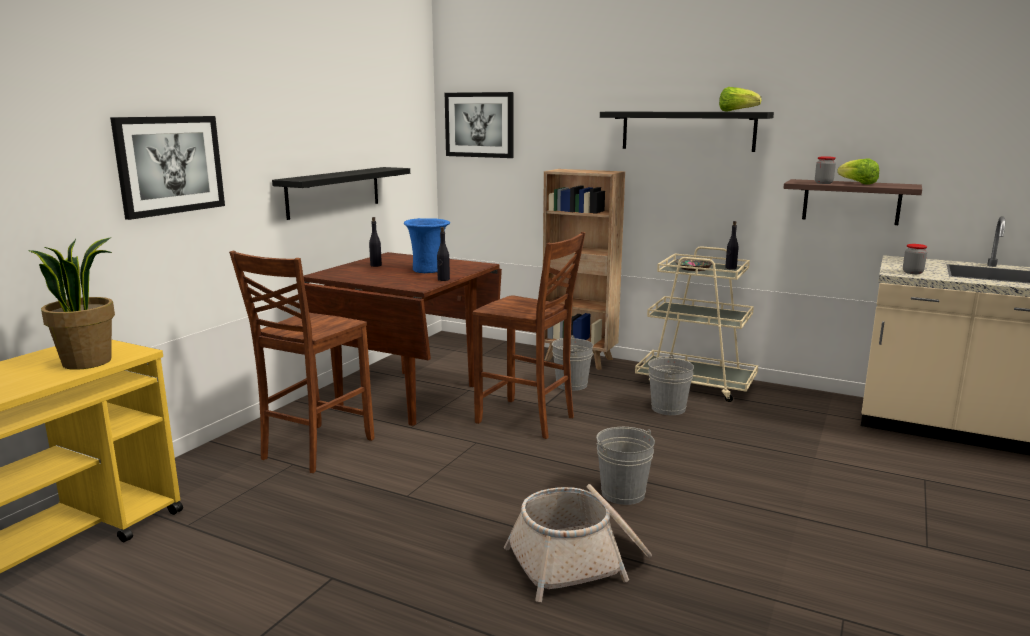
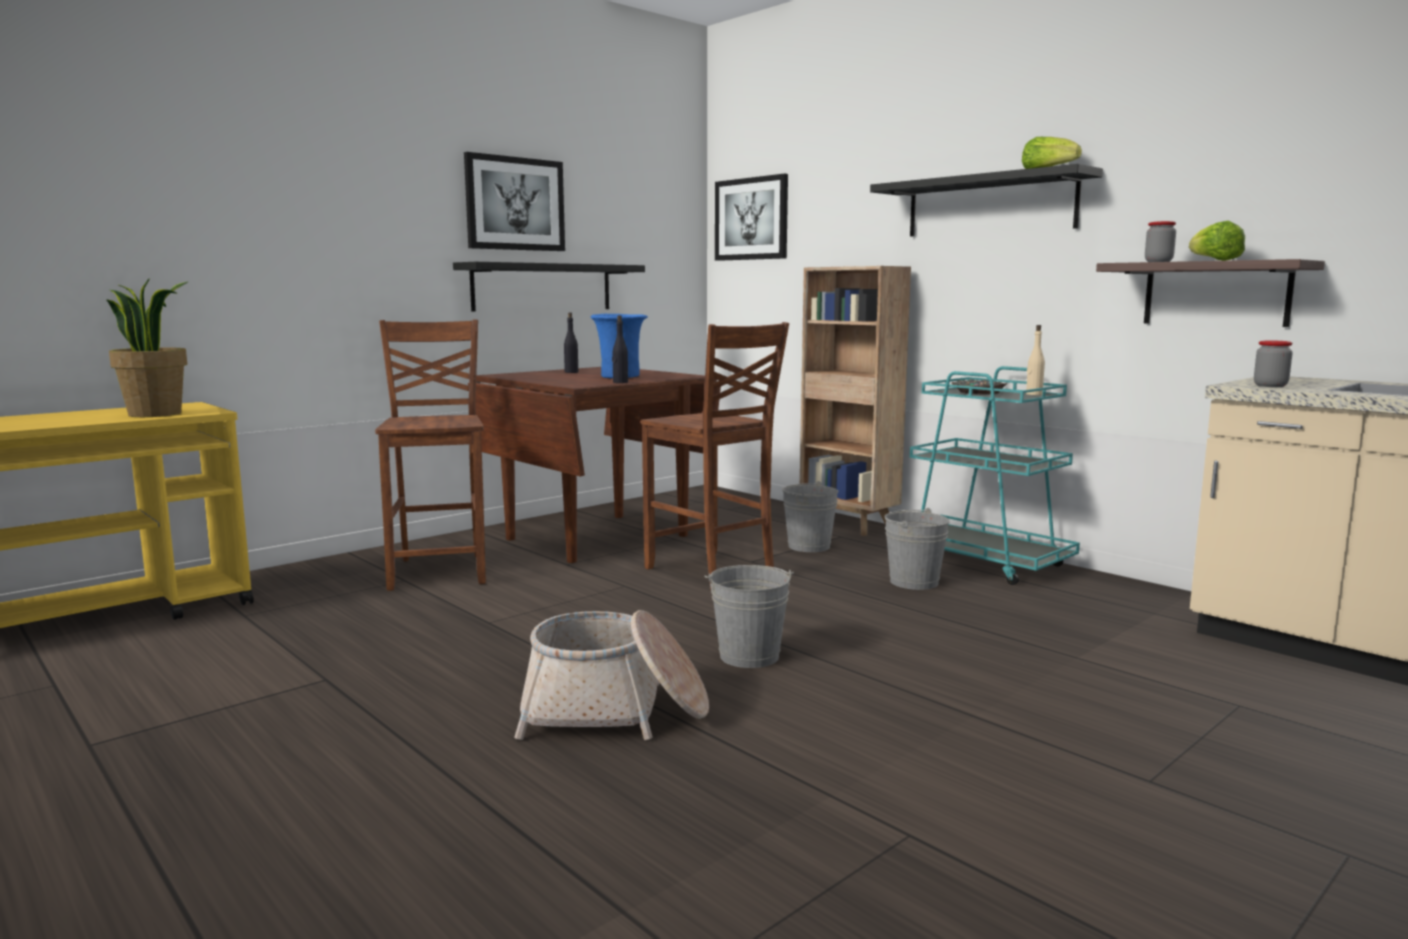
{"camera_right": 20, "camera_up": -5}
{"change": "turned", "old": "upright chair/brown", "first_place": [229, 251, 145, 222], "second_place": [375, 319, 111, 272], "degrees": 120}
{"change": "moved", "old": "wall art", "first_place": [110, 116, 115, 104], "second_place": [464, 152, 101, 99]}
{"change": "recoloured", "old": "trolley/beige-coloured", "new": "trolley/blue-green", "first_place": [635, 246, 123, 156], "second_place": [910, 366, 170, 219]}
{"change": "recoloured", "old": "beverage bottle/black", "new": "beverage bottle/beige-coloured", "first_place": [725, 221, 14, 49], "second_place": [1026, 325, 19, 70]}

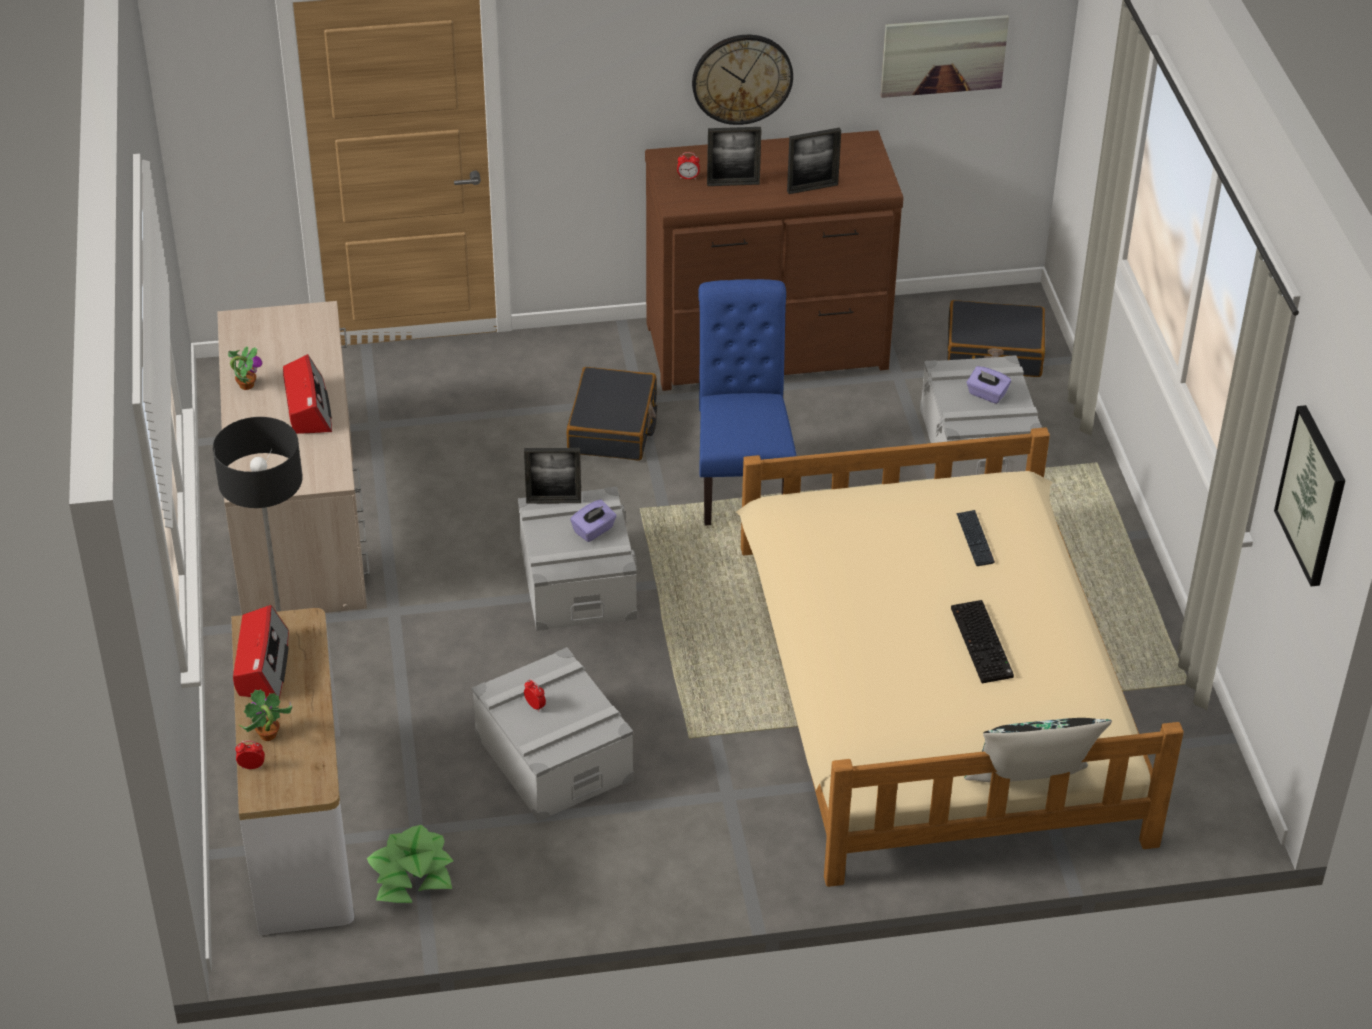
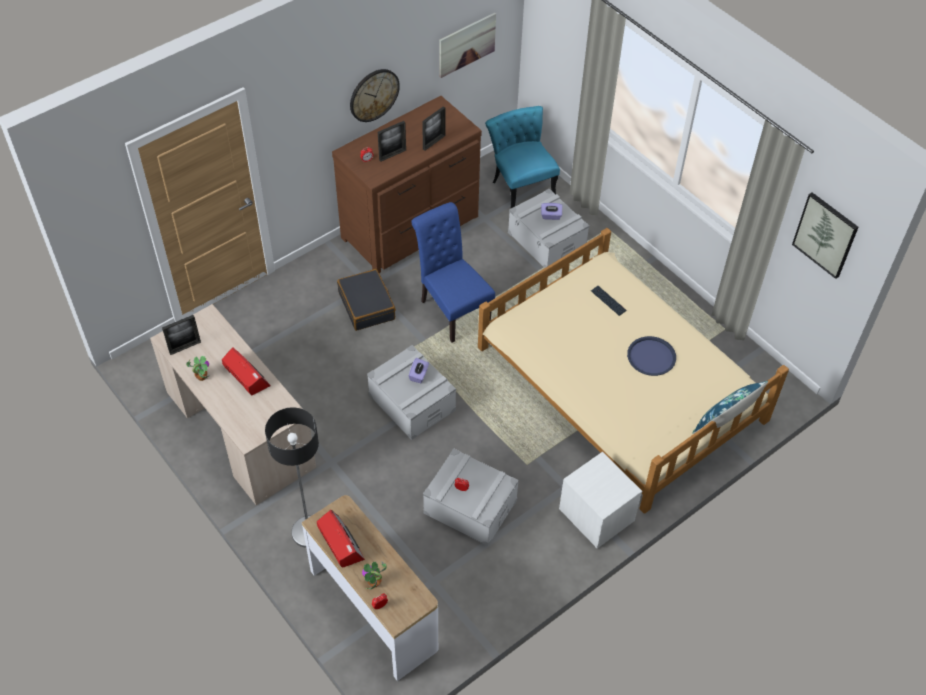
{"camera_right": -30, "camera_up": 10}
{"change": "moved", "old": "photo frame", "first_place": [524, 448, 57, 56], "second_place": [162, 315, 39, 40]}
{"change": "replaced", "old": "piece of luggage/black", "new": "upright chair/blue-green", "first_place": [947, 300, 98, 77], "second_place": [485, 106, 75, 102]}
{"change": "added", "new": "bedside table/whitish", "second_place": [559, 452, 83, 97]}
{"change": "replaced", "old": "keyboard", "new": "serving tray/bluish", "first_place": [951, 600, 63, 83], "second_place": [627, 336, 49, 40]}
{"change": "recoloured", "old": "cushion/black", "new": "cushion/bluish", "first_place": [964, 718, 148, 64], "second_place": [692, 381, 76, 53]}
{"change": "removed", "old": "plant in a pot", "first_place": [367, 825, 86, 78]}

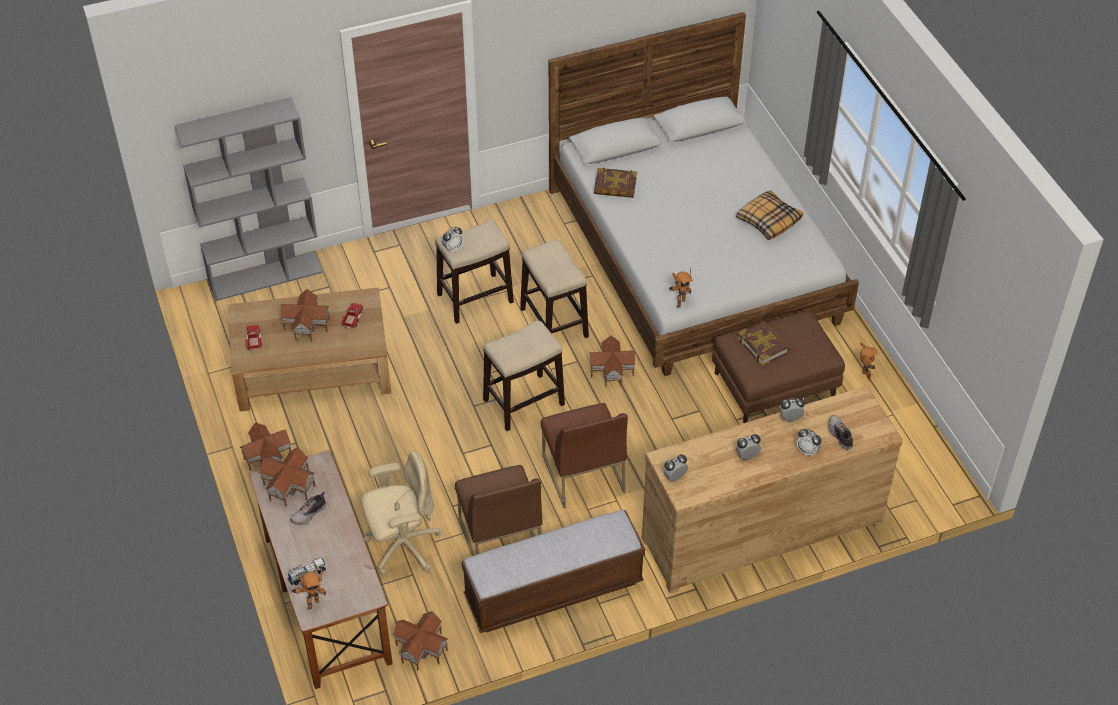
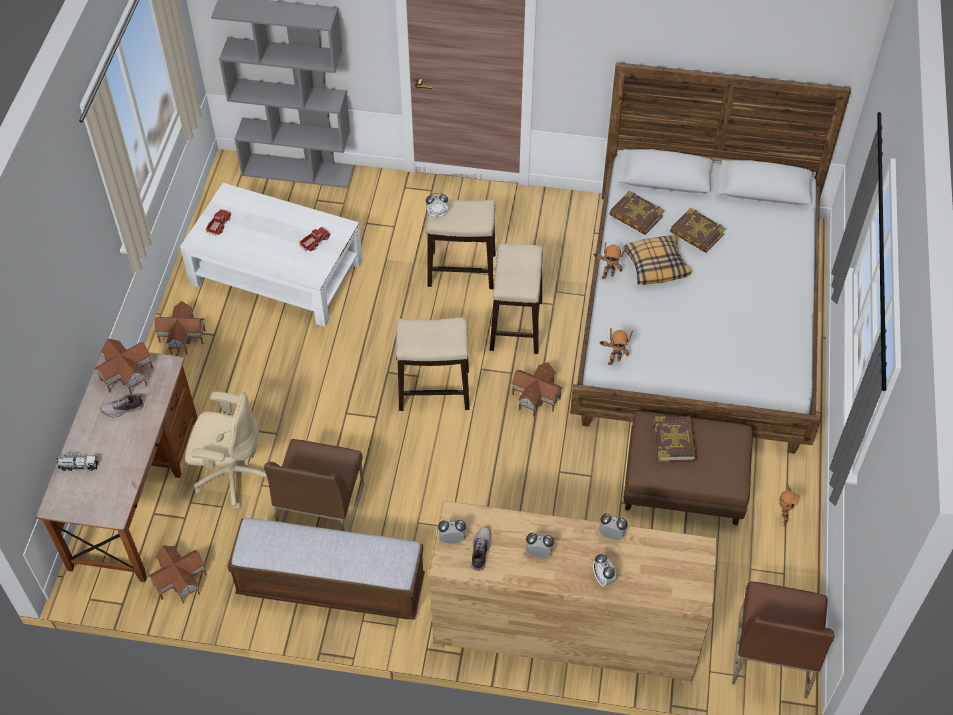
{"camera_right": 30, "camera_up": 5}
{"change": "recoloured", "old": "coffee table/brown", "new": "coffee table/whitish", "first_place": [228, 287, 163, 125], "second_place": [180, 183, 183, 144]}
{"change": "moved", "old": "item of footwear", "first_place": [828, 415, 25, 35], "second_place": [471, 527, 21, 44]}
{"change": "moved", "old": "toy robot", "first_place": [292, 568, 34, 42], "second_place": [594, 242, 33, 37]}
{"change": "moved", "old": "cushion", "first_place": [736, 190, 67, 50], "second_place": [624, 236, 67, 49]}
{"change": "added", "new": "book", "second_place": [670, 208, 56, 45]}
{"change": "moved", "old": "upright chair/brown", "first_place": [541, 403, 87, 105], "second_place": [732, 581, 103, 118]}
{"change": "removed", "old": "miniature house", "first_place": [280, 289, 50, 53]}

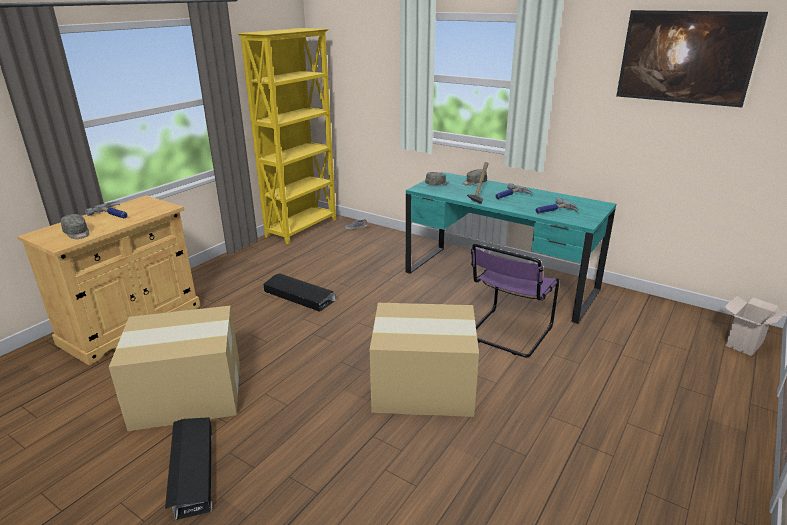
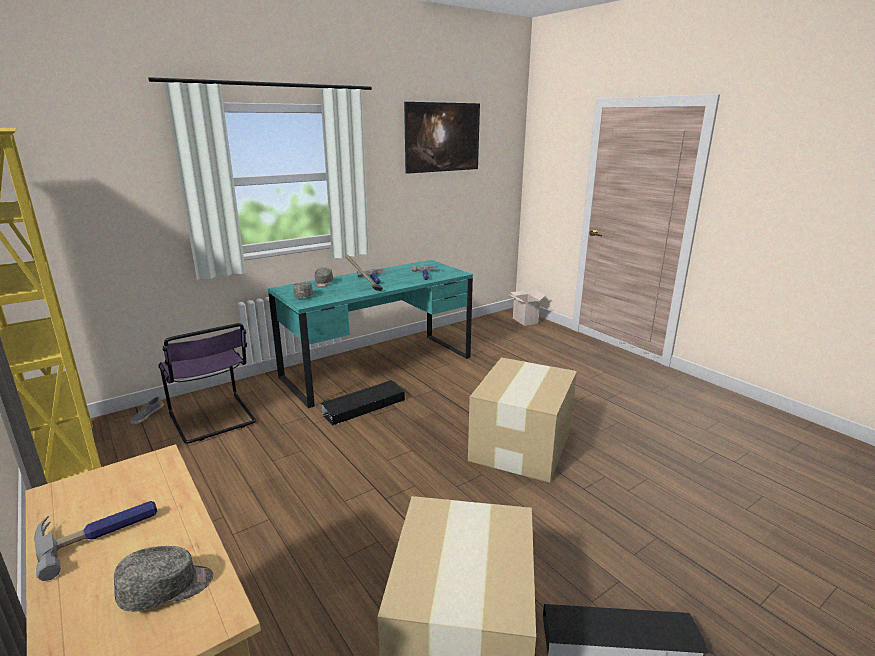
{"camera_right": -70, "camera_up": -5}
{"change": "moved", "old": "upright chair/purple", "first_place": [471, 244, 88, 113], "second_place": [159, 323, 97, 121]}
{"change": "moved", "old": "storage box/black", "first_place": [263, 273, 72, 39], "second_place": [320, 380, 85, 46]}

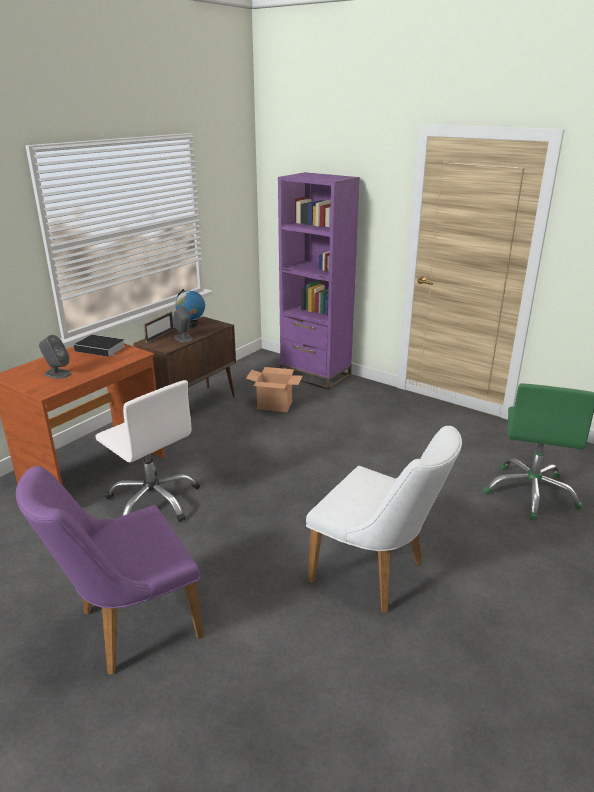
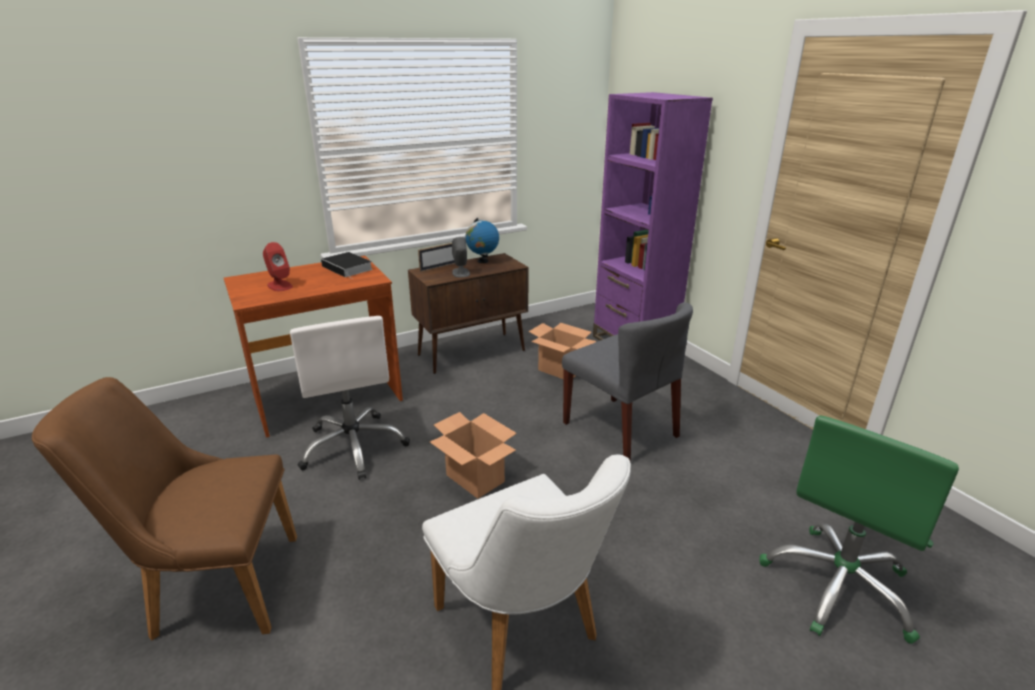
{"camera_right": 25, "camera_up": 0}
{"change": "recoloured", "old": "upright chair/purple", "new": "upright chair/brown", "first_place": [16, 466, 188, 209], "second_place": [32, 377, 265, 264]}
{"change": "recoloured", "old": "loudspeaker/gray", "new": "loudspeaker/red-coloured", "first_place": [39, 335, 32, 44], "second_place": [263, 242, 30, 49]}
{"change": "added", "new": "packing box", "second_place": [430, 412, 87, 87]}
{"change": "added", "new": "upright chair/gray", "second_place": [562, 302, 131, 161]}

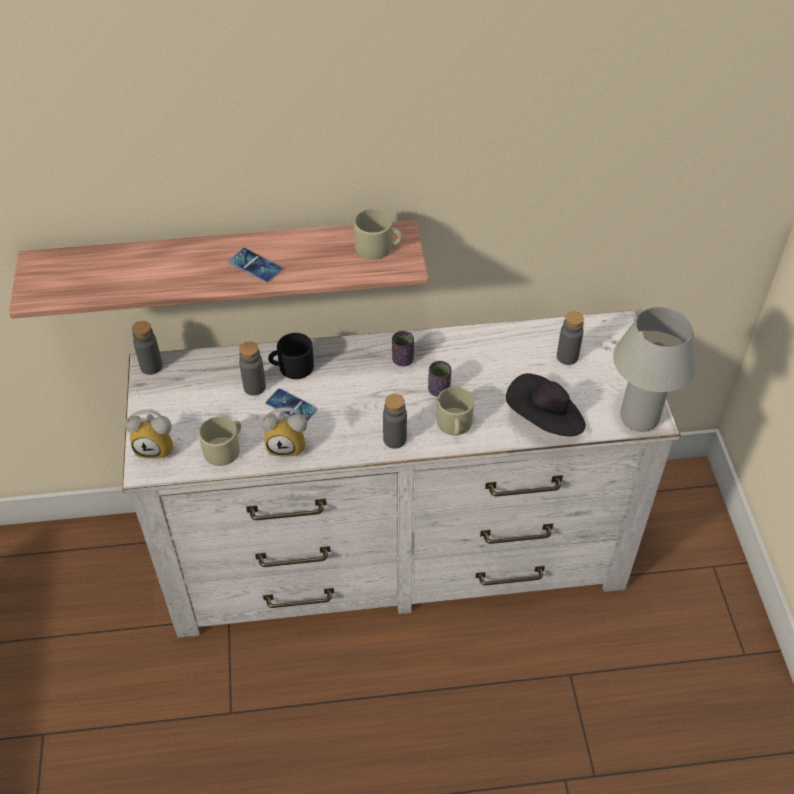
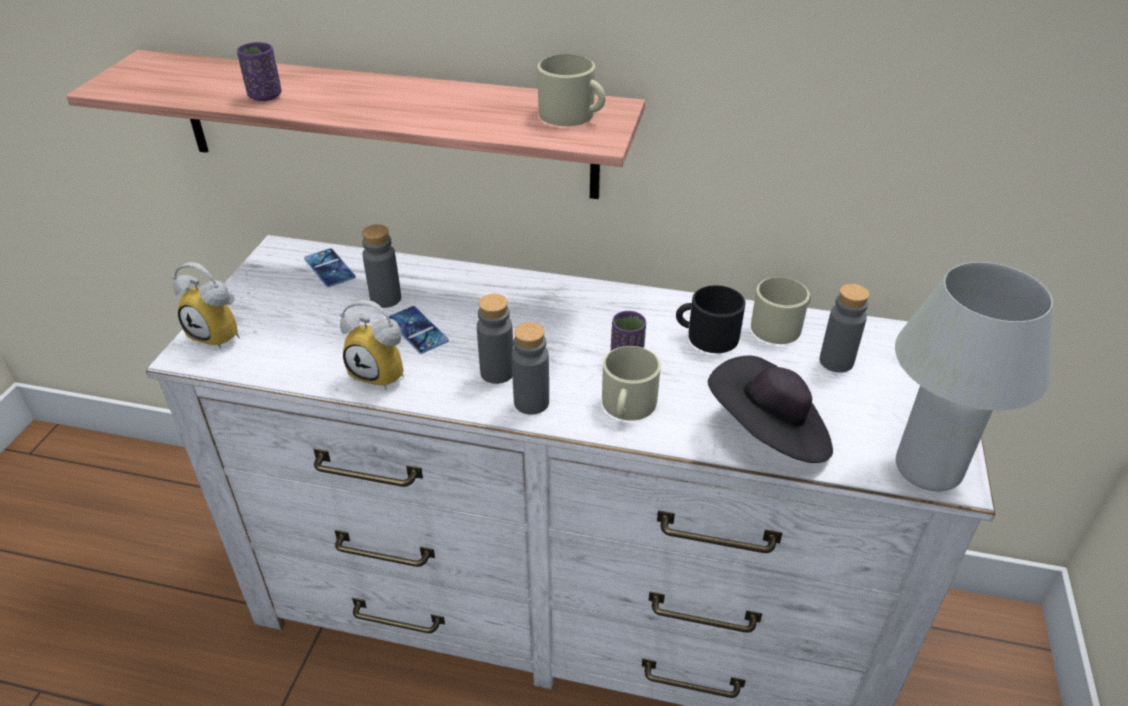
{"camera_right": 20, "camera_up": -10}
{"change": "moved", "old": "small cup/purple", "first_place": [392, 331, 22, 35], "second_place": [237, 42, 45, 59]}
{"change": "moved", "old": "handset", "first_place": [229, 248, 54, 34], "second_place": [304, 248, 52, 39]}
{"change": "moved", "old": "beverage bottle/gray", "first_place": [132, 321, 30, 54], "second_place": [477, 294, 36, 90]}
{"change": "moved", "old": "coffee mug/black", "first_place": [268, 333, 46, 46], "second_place": [676, 285, 70, 68]}
{"change": "moved", "old": "coffee mug/beige-coloured", "first_place": [198, 416, 43, 50], "second_place": [751, 277, 60, 67]}

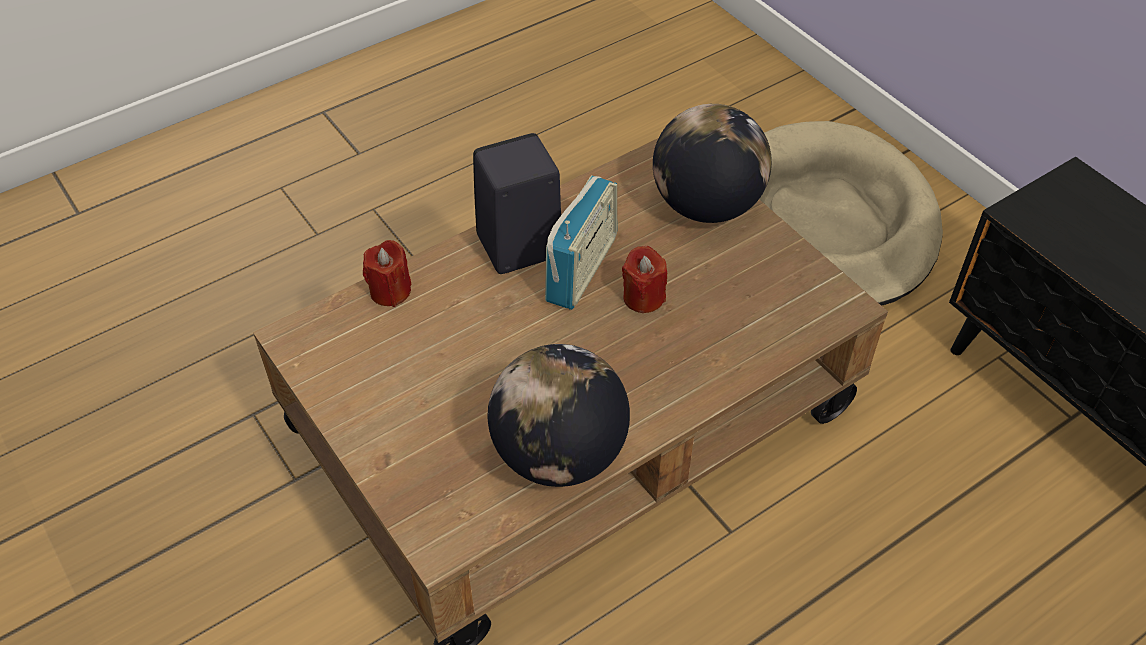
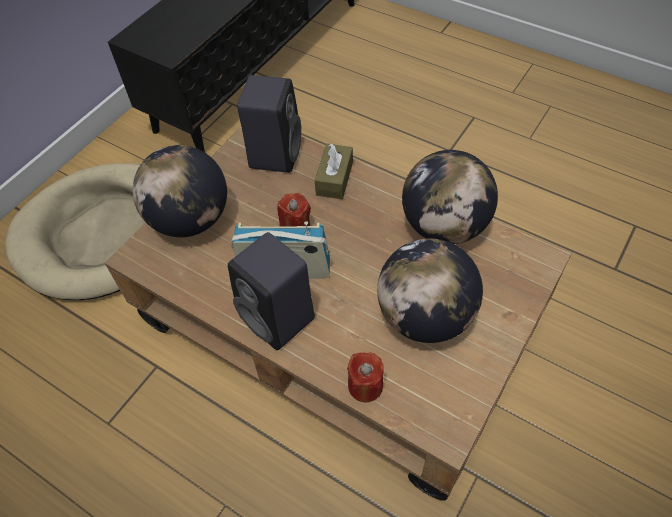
{"camera_right": -110, "camera_up": 5}
{"change": "added", "new": "loudspeaker/black", "second_place": [237, 75, 64, 98]}
{"change": "added", "new": "box of tissues/brown", "second_place": [315, 144, 38, 55]}
{"change": "added", "new": "world globe", "second_place": [377, 238, 106, 105]}

